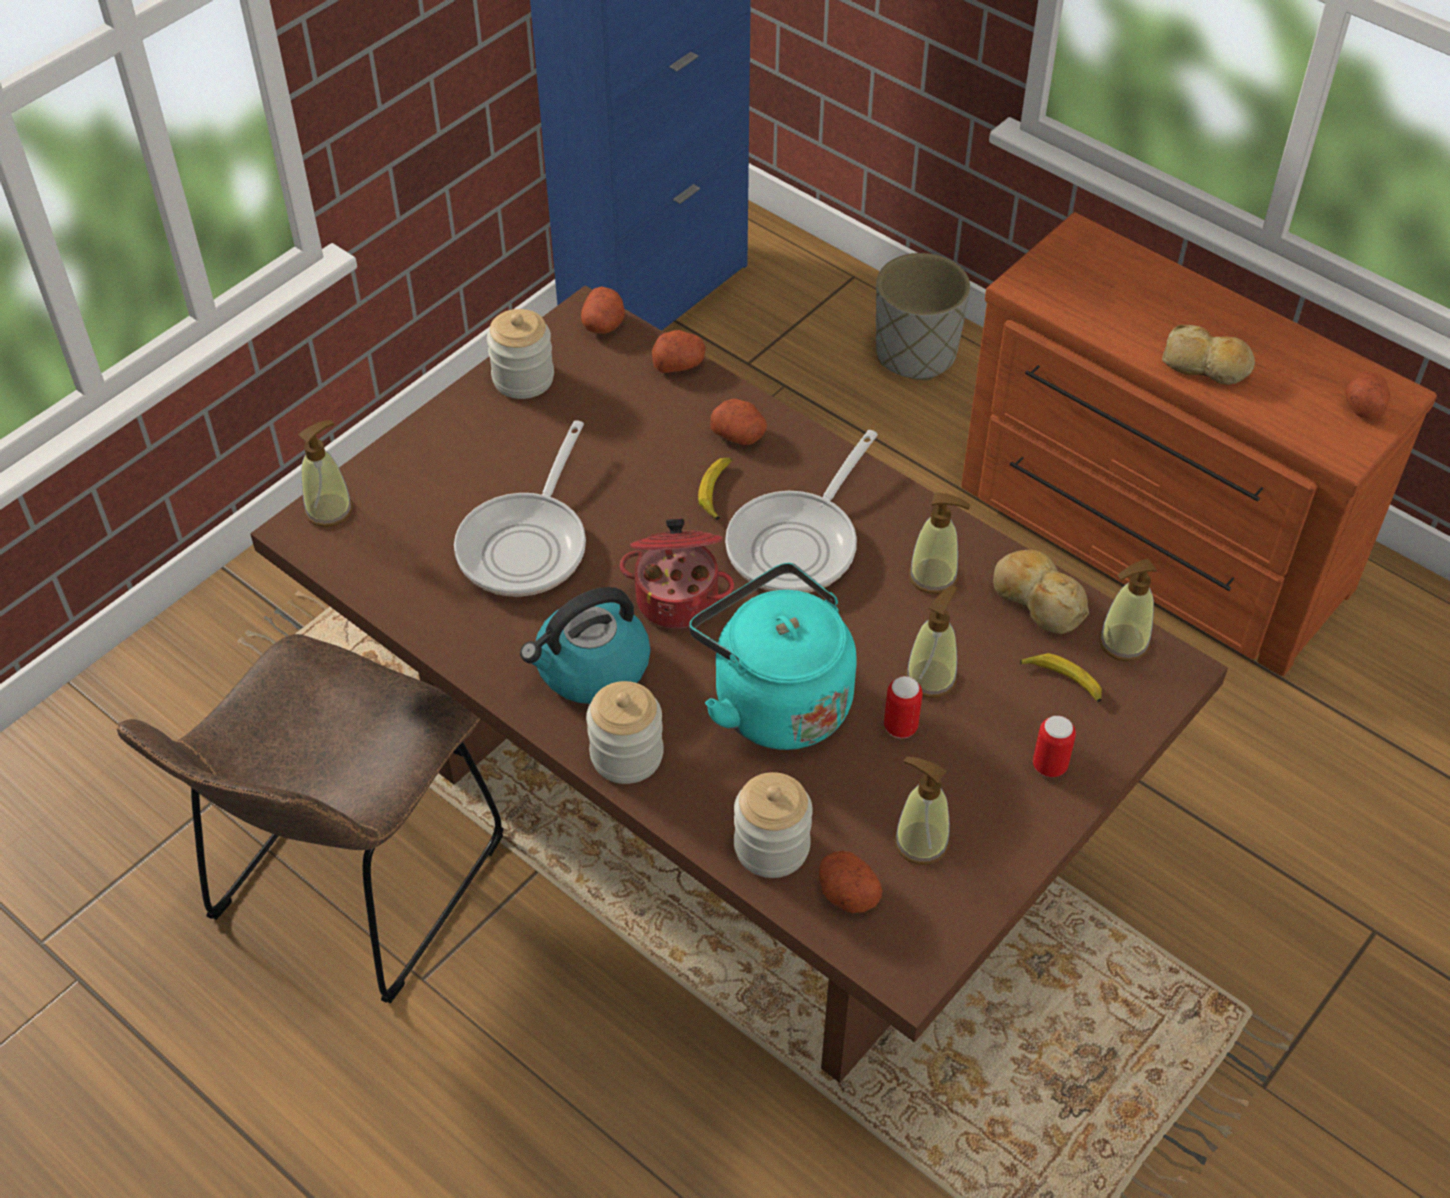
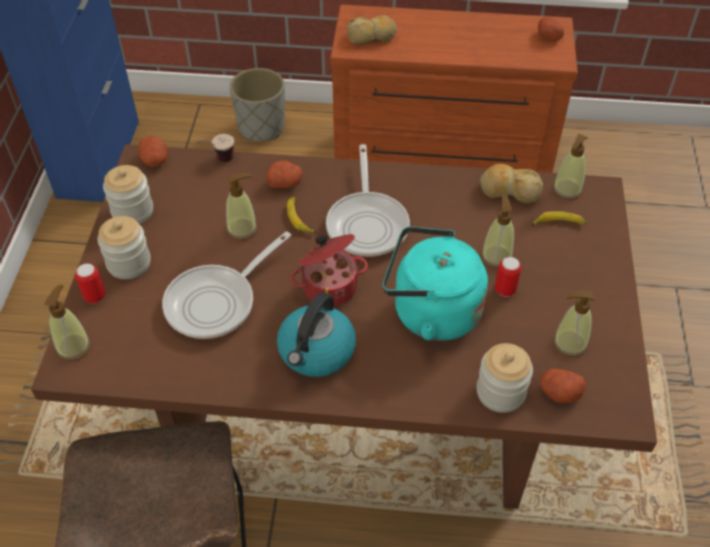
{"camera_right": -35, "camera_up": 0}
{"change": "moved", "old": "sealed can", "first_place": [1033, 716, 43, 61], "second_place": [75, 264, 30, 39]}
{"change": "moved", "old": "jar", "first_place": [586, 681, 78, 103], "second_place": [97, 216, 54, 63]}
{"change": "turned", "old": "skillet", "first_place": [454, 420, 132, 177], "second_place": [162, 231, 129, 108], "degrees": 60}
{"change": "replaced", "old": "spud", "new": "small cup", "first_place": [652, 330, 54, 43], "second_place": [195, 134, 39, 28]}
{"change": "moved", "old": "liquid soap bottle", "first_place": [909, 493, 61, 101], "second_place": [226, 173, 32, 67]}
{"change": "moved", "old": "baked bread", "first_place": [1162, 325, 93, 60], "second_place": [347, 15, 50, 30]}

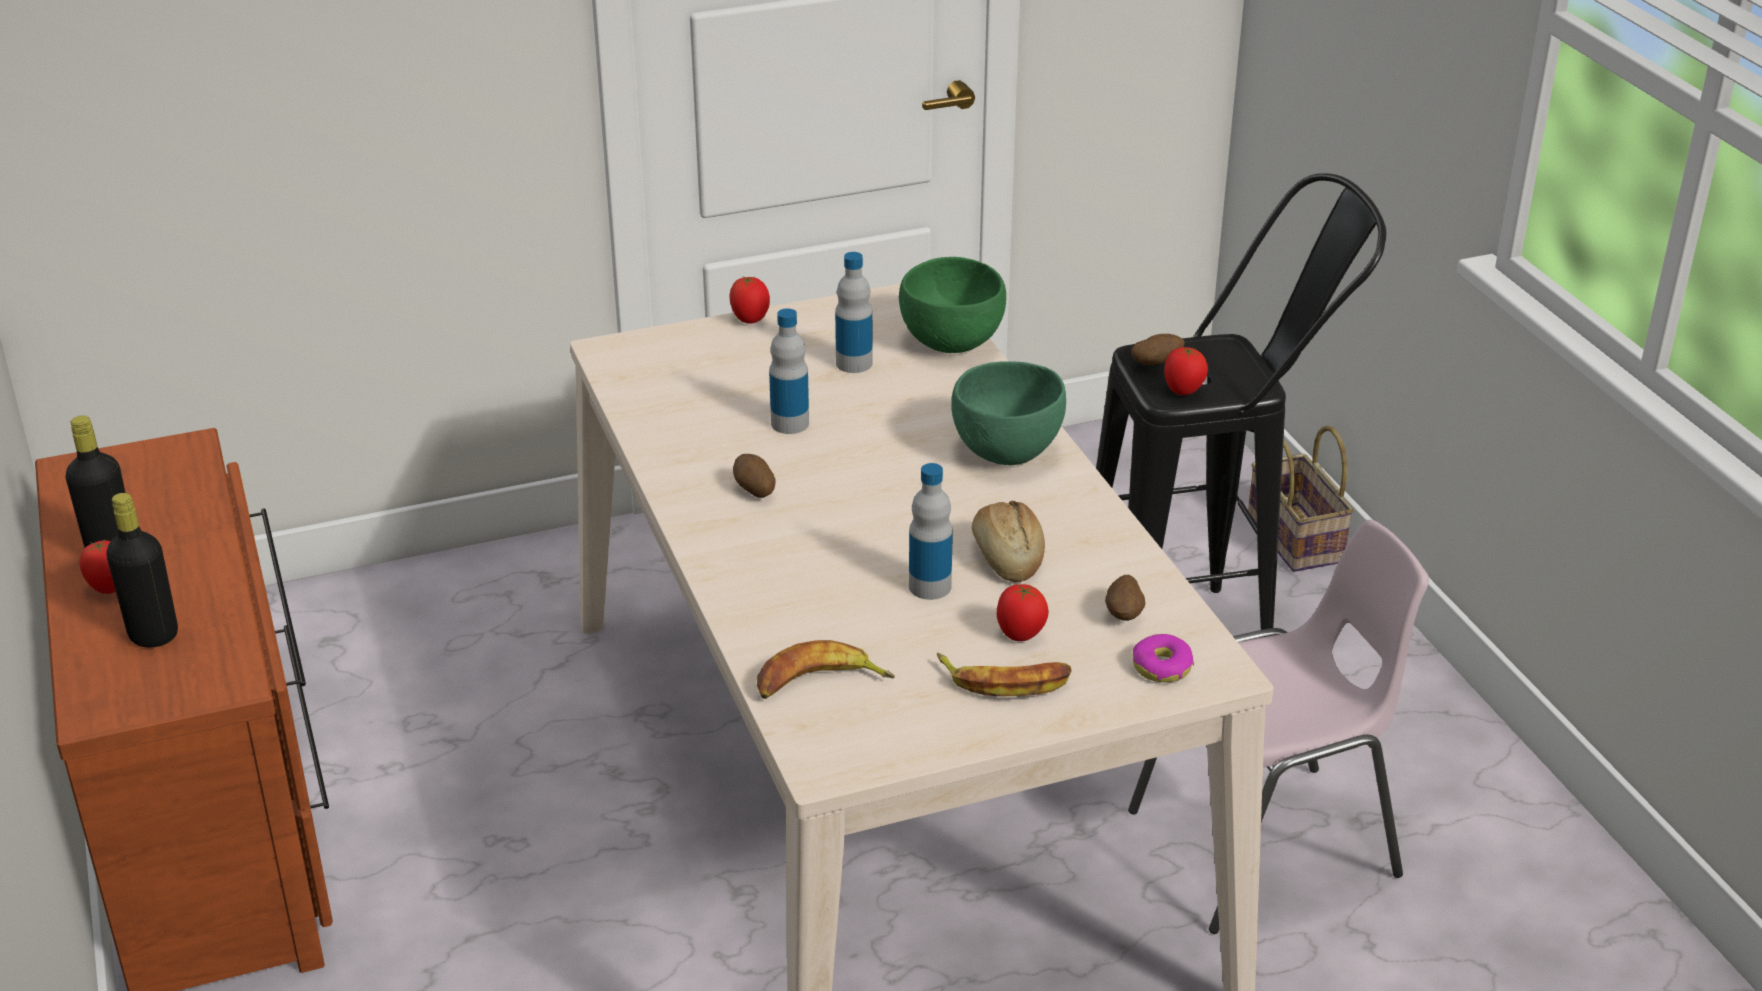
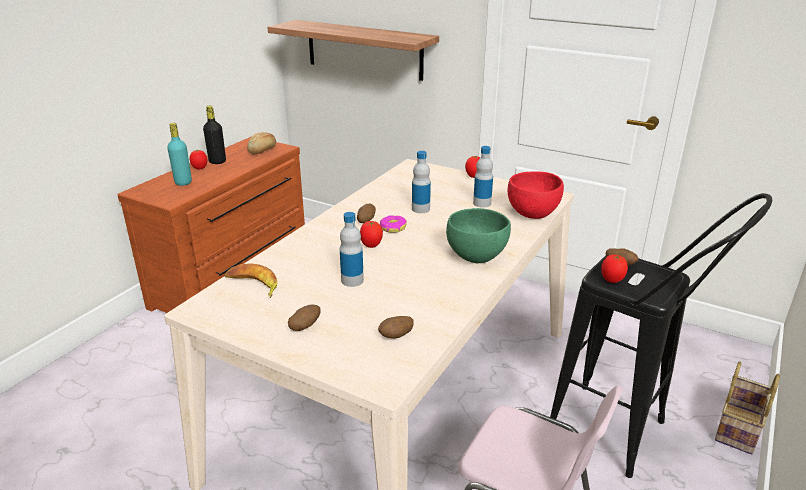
{"camera_right": 50, "camera_up": -5}
{"change": "recoloured", "old": "beverage bottle/black", "new": "beverage bottle/blue-green", "first_place": [106, 493, 72, 154], "second_place": [167, 123, 25, 63]}
{"change": "moved", "old": "baked bread", "first_place": [972, 501, 73, 81], "second_place": [248, 132, 28, 23]}
{"change": "added", "new": "bracket shelf", "second_place": [267, 20, 172, 61]}
{"change": "replaced", "old": "whole banana", "new": "spud", "first_place": [937, 653, 135, 43], "second_place": [288, 305, 33, 26]}
{"change": "moved", "old": "tomato", "first_place": [997, 584, 52, 57], "second_place": [360, 221, 23, 27]}
{"change": "moved", "old": "donut", "first_place": [1133, 634, 61, 48], "second_place": [380, 215, 27, 18]}
{"change": "recoloured", "old": "bowl/green-coloured", "new": "bowl/red-coloured", "first_place": [899, 257, 107, 96], "second_place": [508, 171, 56, 48]}

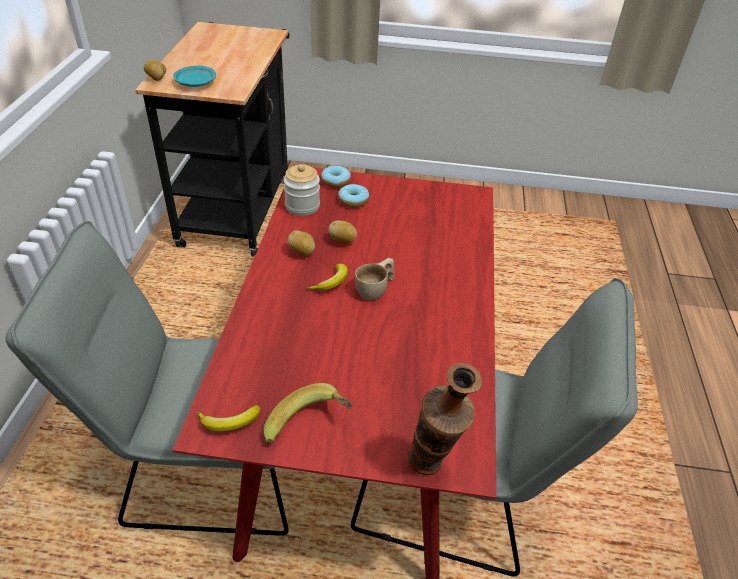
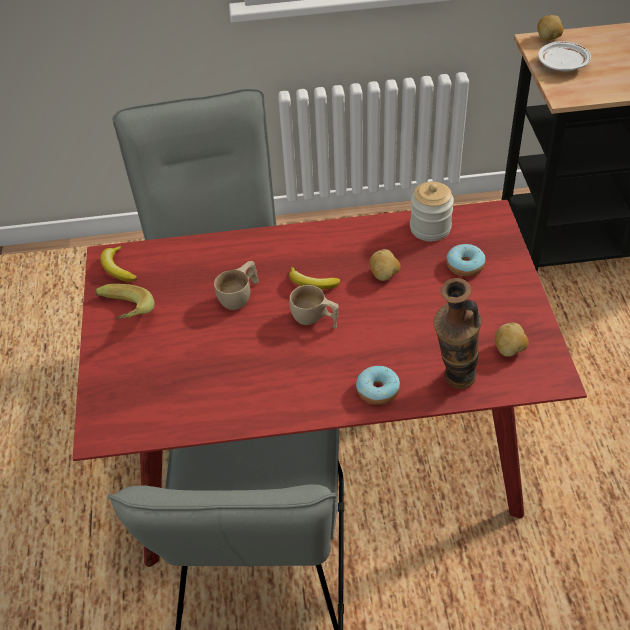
{"camera_right": 80, "camera_up": 5}
{"change": "added", "new": "small cup/beige-coloured", "second_place": [214, 261, 45, 49]}
{"change": "moved", "old": "donut", "first_place": [321, 166, 30, 22], "second_place": [356, 366, 44, 39]}
{"change": "moved", "old": "vase", "first_place": [408, 363, 74, 112], "second_place": [434, 278, 47, 111]}
{"change": "moved", "old": "spud", "first_place": [288, 230, 27, 26], "second_place": [495, 323, 34, 34]}
{"change": "recoloured", "old": "flat dish/blue-green", "new": "flat dish/whitish", "first_place": [174, 66, 42, 21], "second_place": [538, 41, 53, 30]}

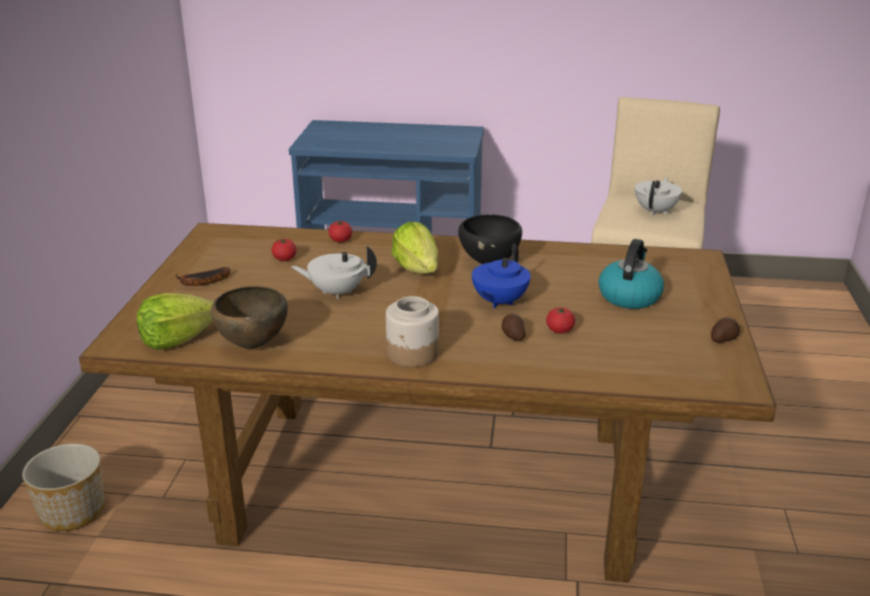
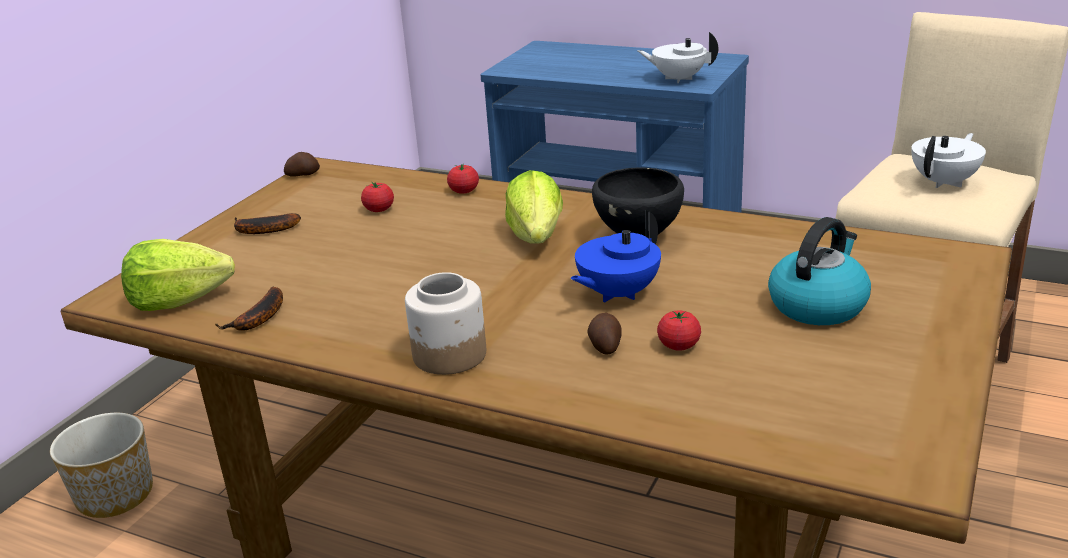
{"camera_right": 20, "camera_up": 0}
{"change": "replaced", "old": "bowl/brown", "new": "whole banana", "first_place": [211, 286, 77, 63], "second_place": [215, 287, 68, 44]}
{"change": "moved", "old": "spud", "first_place": [711, 317, 29, 26], "second_place": [284, 152, 36, 25]}
{"change": "moved", "old": "tea pot/whitish", "first_place": [291, 246, 86, 53], "second_place": [637, 32, 81, 51]}

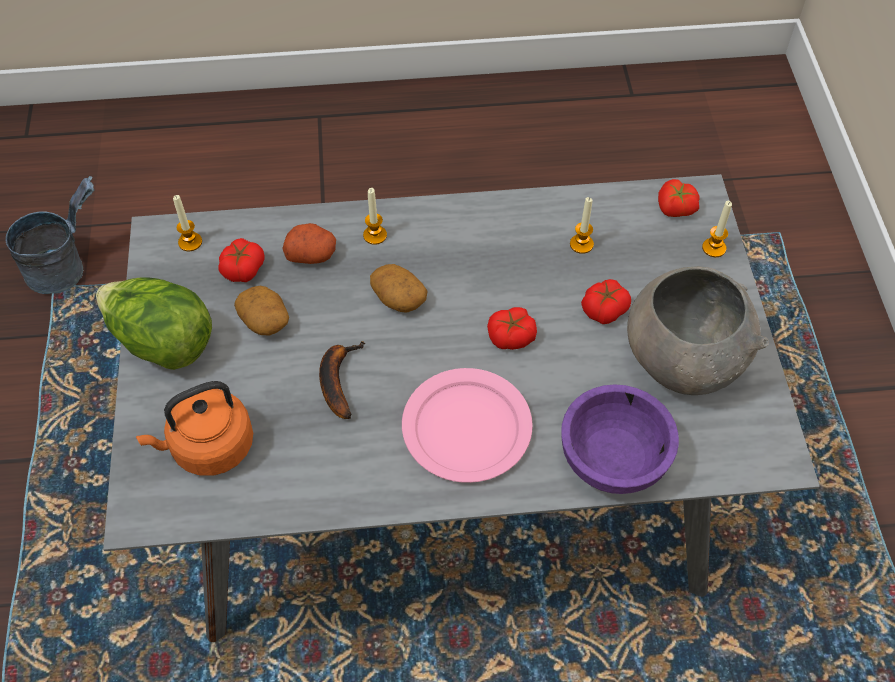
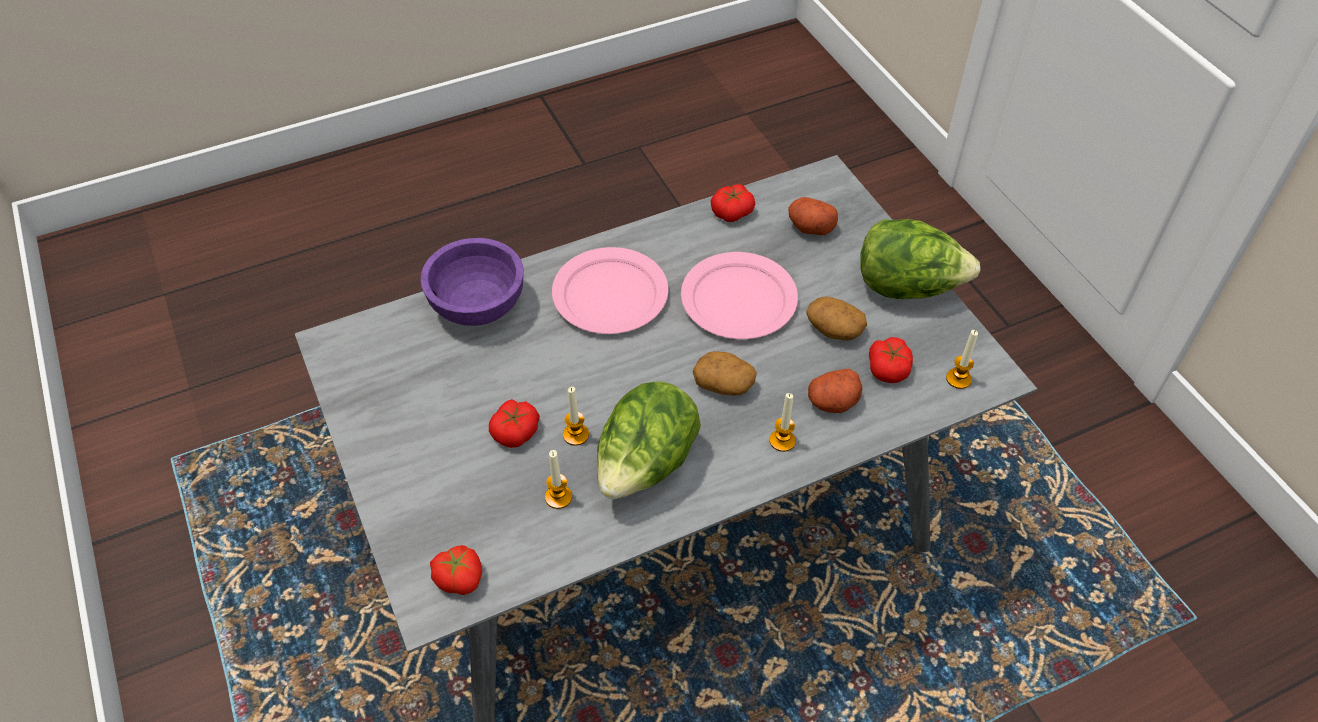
{"camera_right": 160, "camera_up": -5}
{"change": "moved", "old": "wax light", "first_place": [702, 201, 30, 56], "second_place": [563, 387, 26, 59]}
{"change": "added", "new": "lettuce head", "second_place": [597, 381, 104, 119]}
{"change": "replaced", "old": "whole banana", "new": "flat dish/pink", "first_place": [319, 341, 47, 78], "second_place": [681, 252, 117, 87]}
{"change": "moved", "old": "tomato", "first_place": [487, 307, 50, 43], "second_place": [710, 184, 45, 38]}
{"change": "replaced", "old": "tea kettle/orange", "new": "spud", "first_place": [136, 381, 117, 95], "second_place": [788, 197, 50, 38]}
{"change": "removed", "old": "water bucket/gray", "first_place": [6, 176, 89, 118]}
{"change": "removed", "old": "bowl/gray", "first_place": [627, 266, 142, 129]}

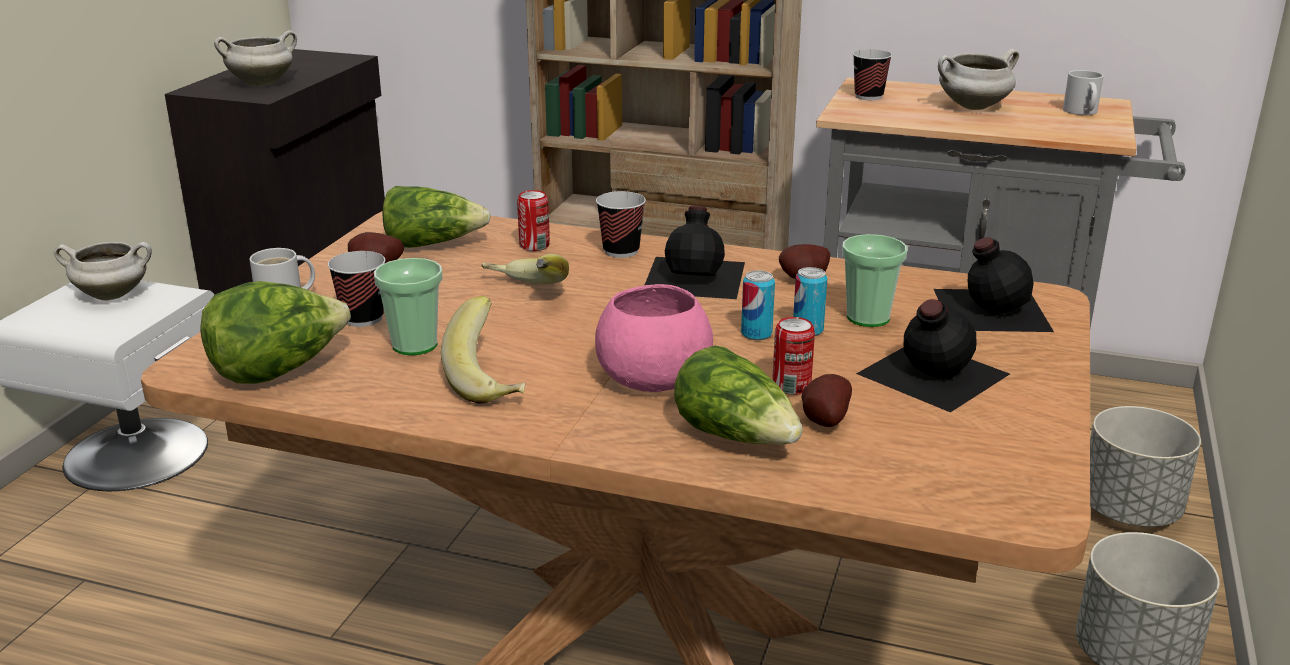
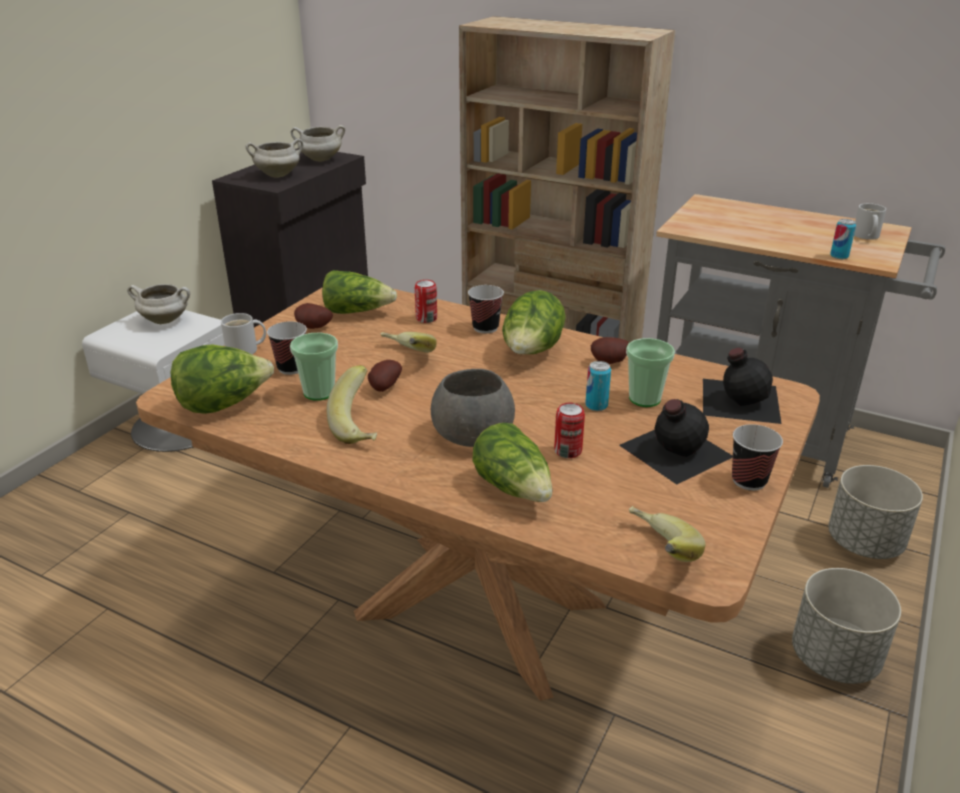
{"camera_right": 10, "camera_up": 5}
{"change": "moved", "old": "stockpot/whitish", "first_place": [938, 49, 81, 61], "second_place": [291, 125, 54, 36]}
{"change": "moved", "old": "spud", "first_place": [801, 374, 51, 53], "second_place": [368, 360, 34, 32]}
{"change": "recoloured", "old": "bowl/pink", "new": "bowl/gray", "first_place": [595, 284, 118, 108], "second_place": [431, 369, 84, 78]}
{"change": "replaced", "old": "beverage bottle/black", "new": "lettuce head", "first_place": [644, 206, 101, 93], "second_place": [502, 290, 64, 64]}
{"change": "added", "new": "whole banana", "second_place": [629, 506, 77, 56]}
{"change": "moved", "old": "small cup", "first_place": [853, 49, 39, 51], "second_place": [732, 424, 51, 67]}
{"change": "moved", "old": "sealed can", "first_place": [741, 270, 34, 70], "second_place": [830, 219, 26, 40]}

